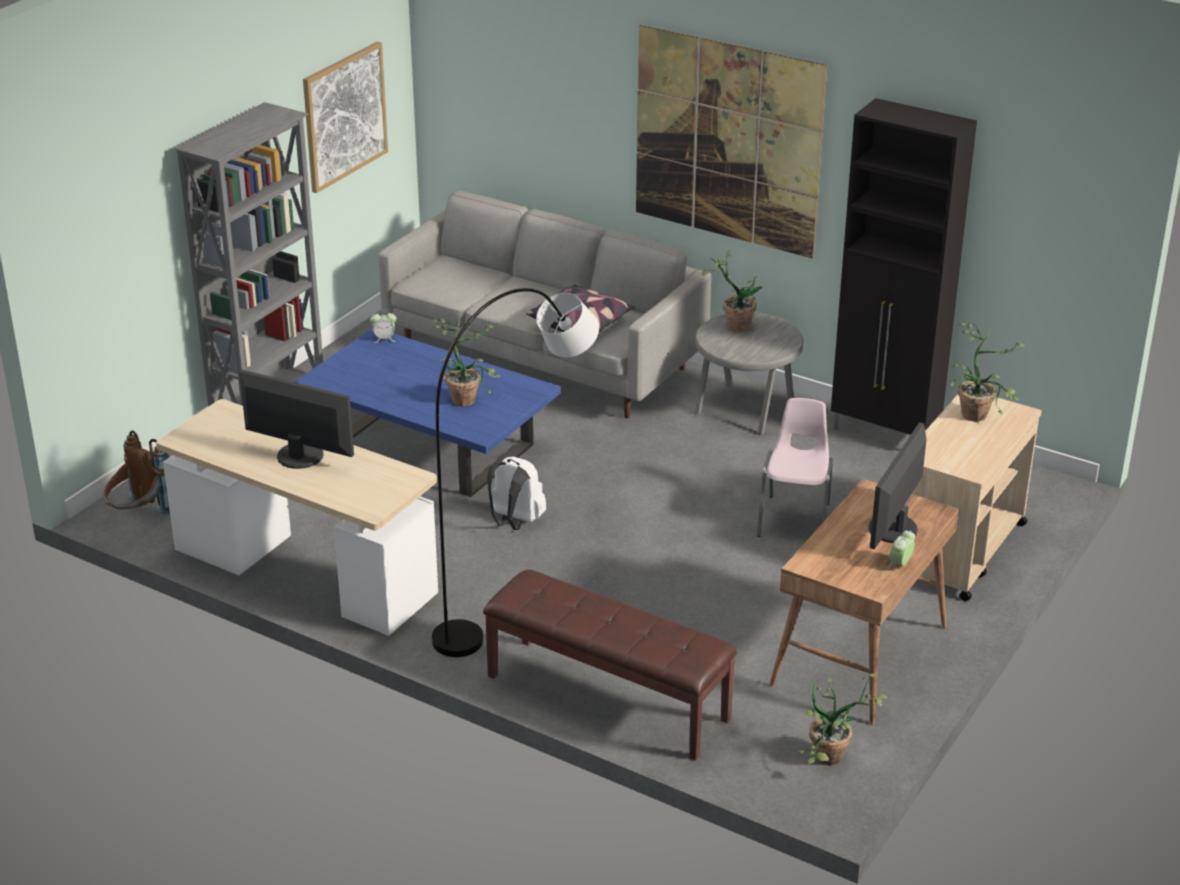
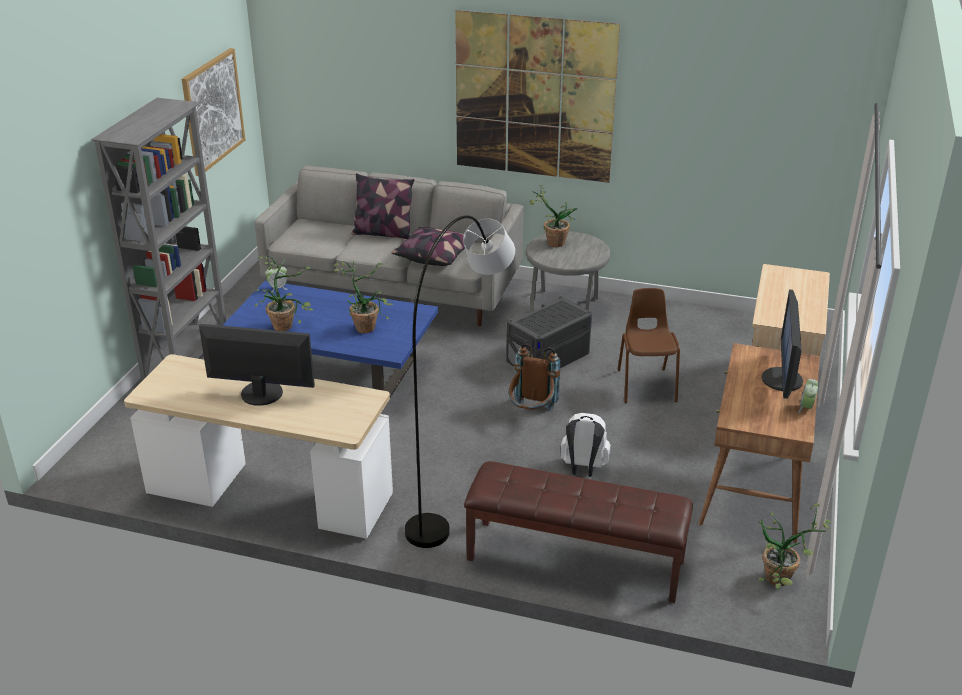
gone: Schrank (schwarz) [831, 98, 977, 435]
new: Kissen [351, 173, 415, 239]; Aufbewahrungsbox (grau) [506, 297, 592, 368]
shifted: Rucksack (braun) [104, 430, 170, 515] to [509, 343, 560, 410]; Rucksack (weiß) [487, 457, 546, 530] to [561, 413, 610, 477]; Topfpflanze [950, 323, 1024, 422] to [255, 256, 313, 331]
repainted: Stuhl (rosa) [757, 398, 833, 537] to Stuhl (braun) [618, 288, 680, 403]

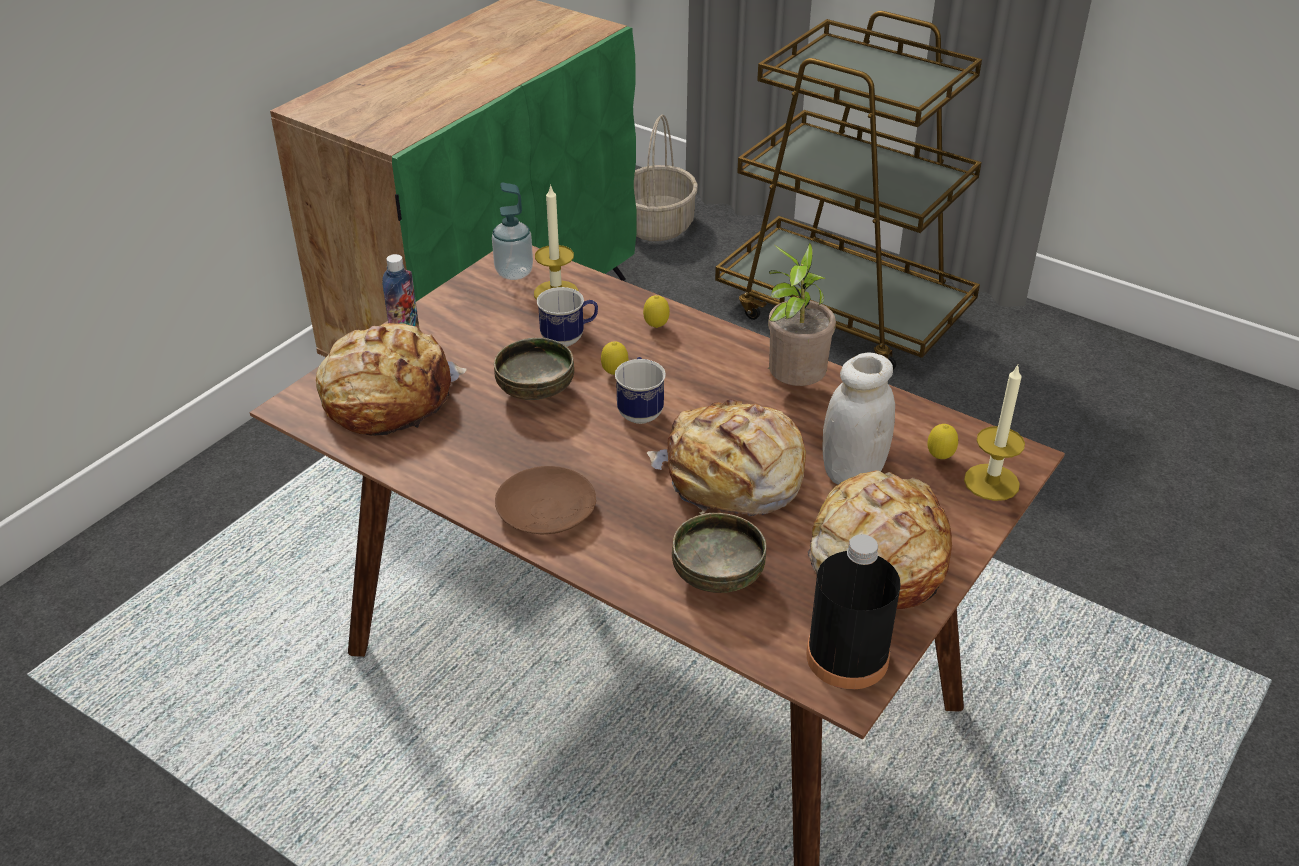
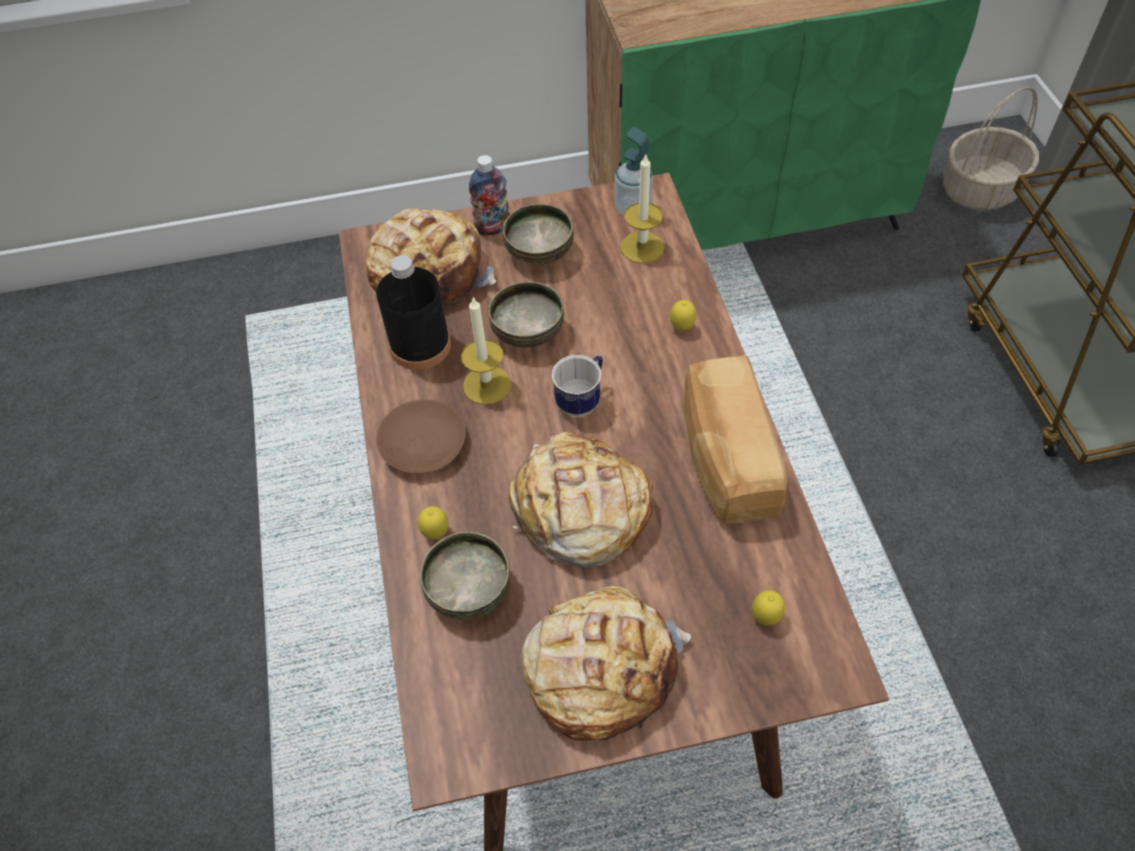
gone: Henkelbecher [537, 287, 598, 347]; Vorratsglas (weiß) [823, 352, 895, 485]
new: Schüssel [503, 204, 574, 265]
shifted: Zitrone [601, 341, 628, 375] to [418, 506, 448, 540]; Flasche (schwarz) [806, 534, 901, 690] to [376, 255, 451, 370]; Kerze [964, 365, 1025, 501] to [461, 296, 511, 405]
swapped: Topfpflanze [767, 242, 836, 386] to Brot [684, 355, 787, 523]

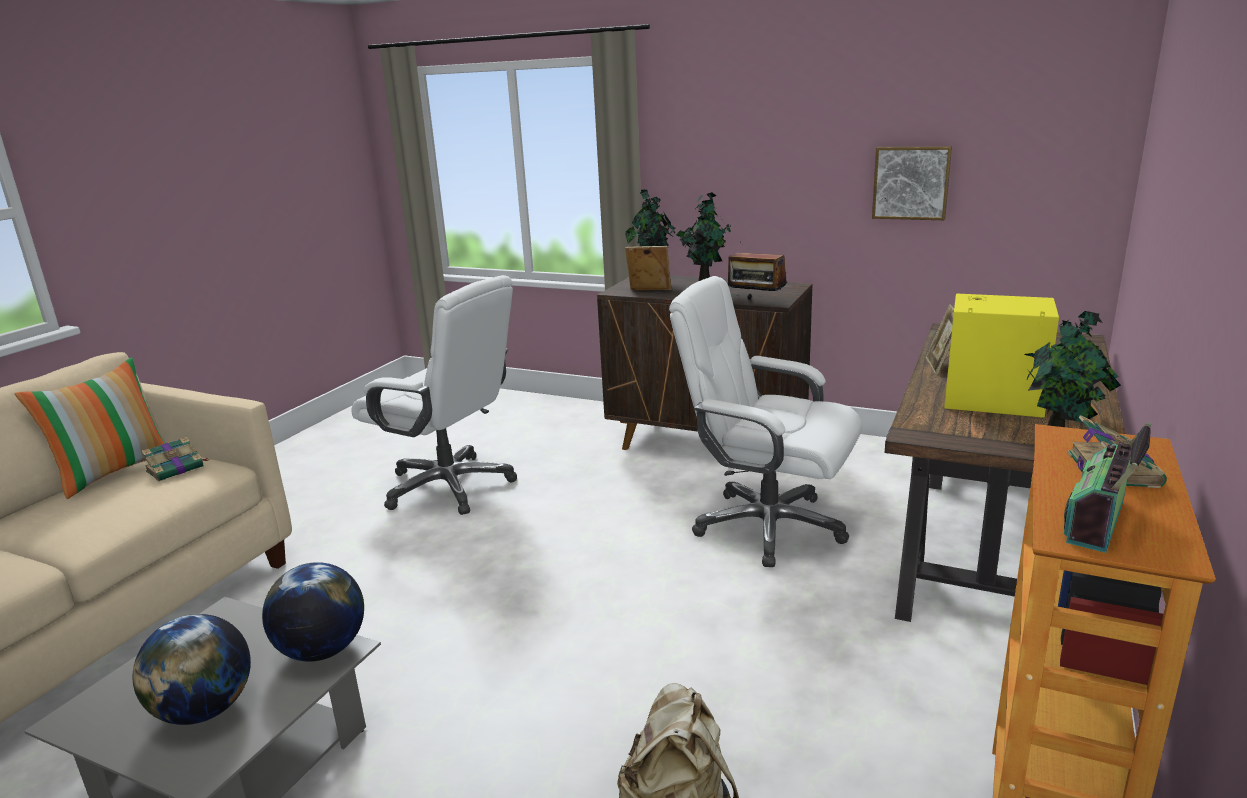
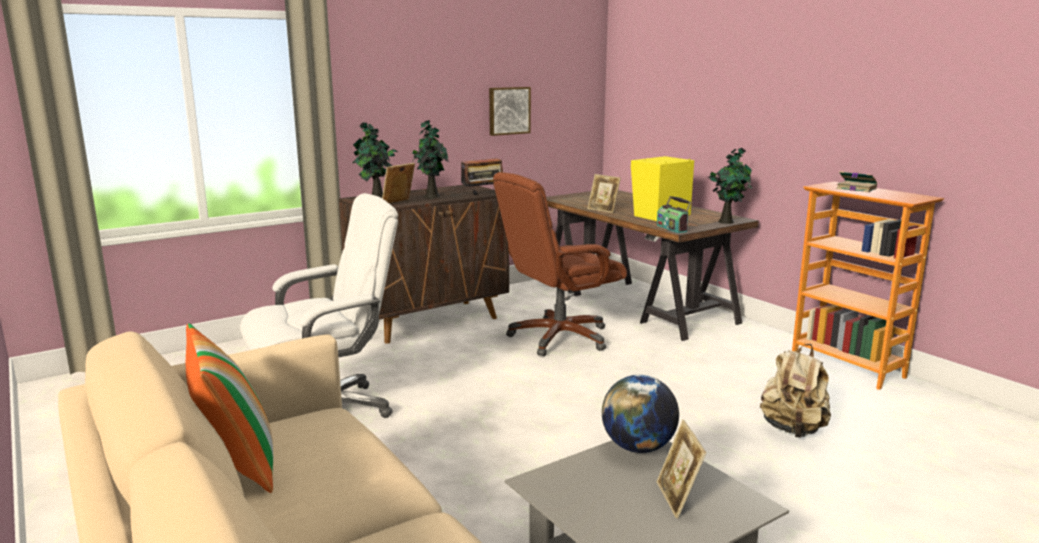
gone: Buch [141, 437, 210, 482]
shifted: Radio [1064, 423, 1151, 553] to [657, 196, 691, 233]
swapped: Globus [133, 614, 251, 725] to Bilderrahmen [657, 420, 706, 518]
repainted: Bürostuhl (weiß) [669, 276, 862, 567] to Bürostuhl (braun) [493, 172, 627, 356]

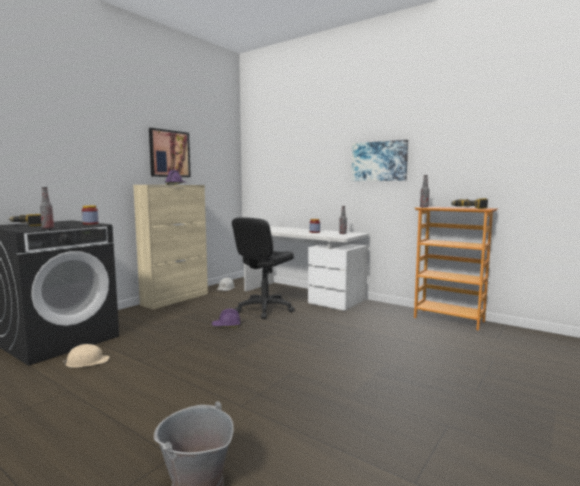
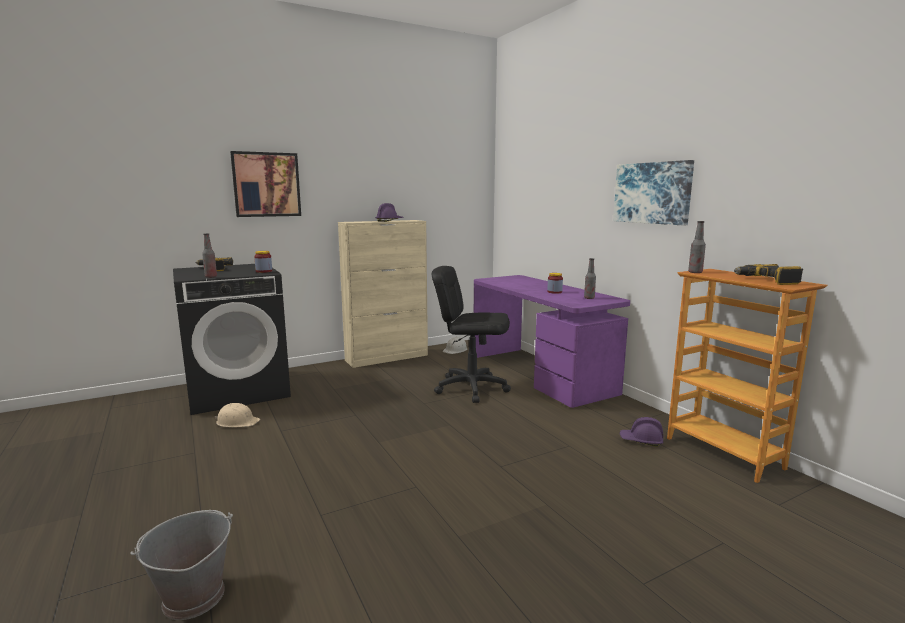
shifted: Bild [149, 128, 191, 177] to [230, 151, 301, 217]; Schutzhelm (lila) [212, 309, 240, 327] to [620, 417, 663, 447]
repainted: Schreibtisch (weiß) [244, 226, 368, 310] to Schreibtisch (lila) [474, 275, 630, 408]
rotated: Bürostuhl (schwarz) [232, 217, 295, 319] = [432, 266, 511, 403] 45 degrees clockwise

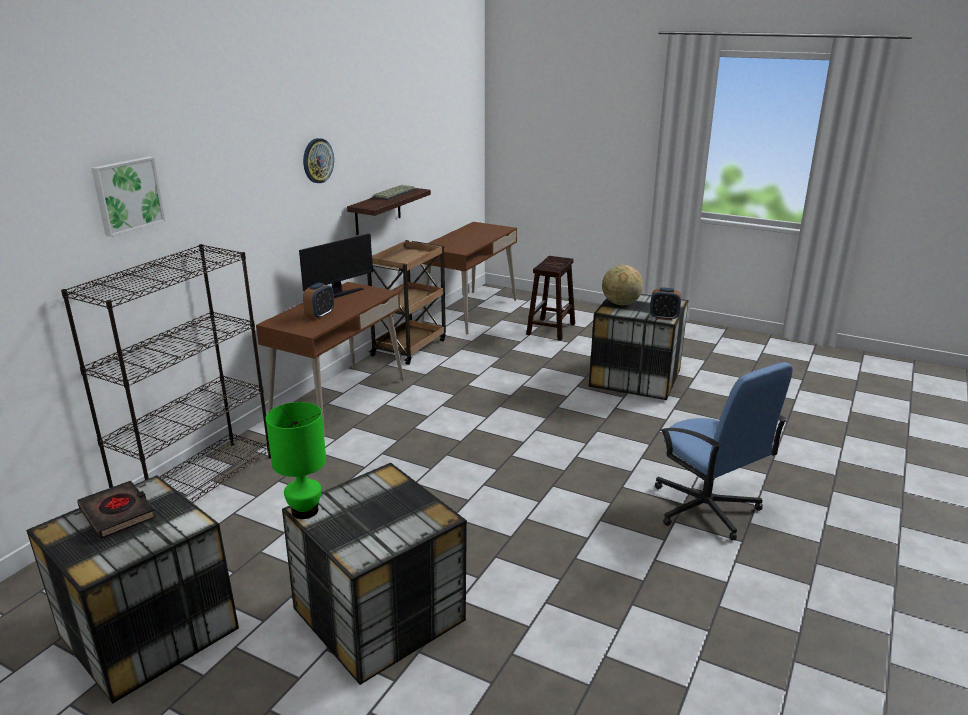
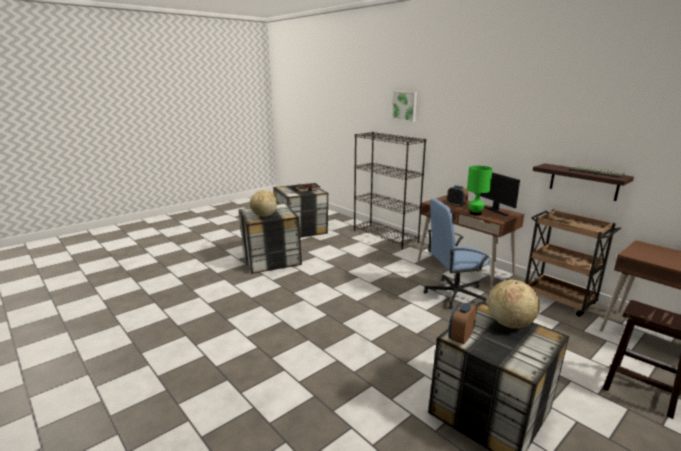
gone: Wanduhr [303, 138, 334, 183]
new: Globus [250, 190, 277, 217]
shifted: Tischlampe (grün) [266, 402, 326, 519] to [467, 166, 493, 216]; Bürostuhl (blau) [655, 362, 793, 540] to [424, 198, 489, 309]

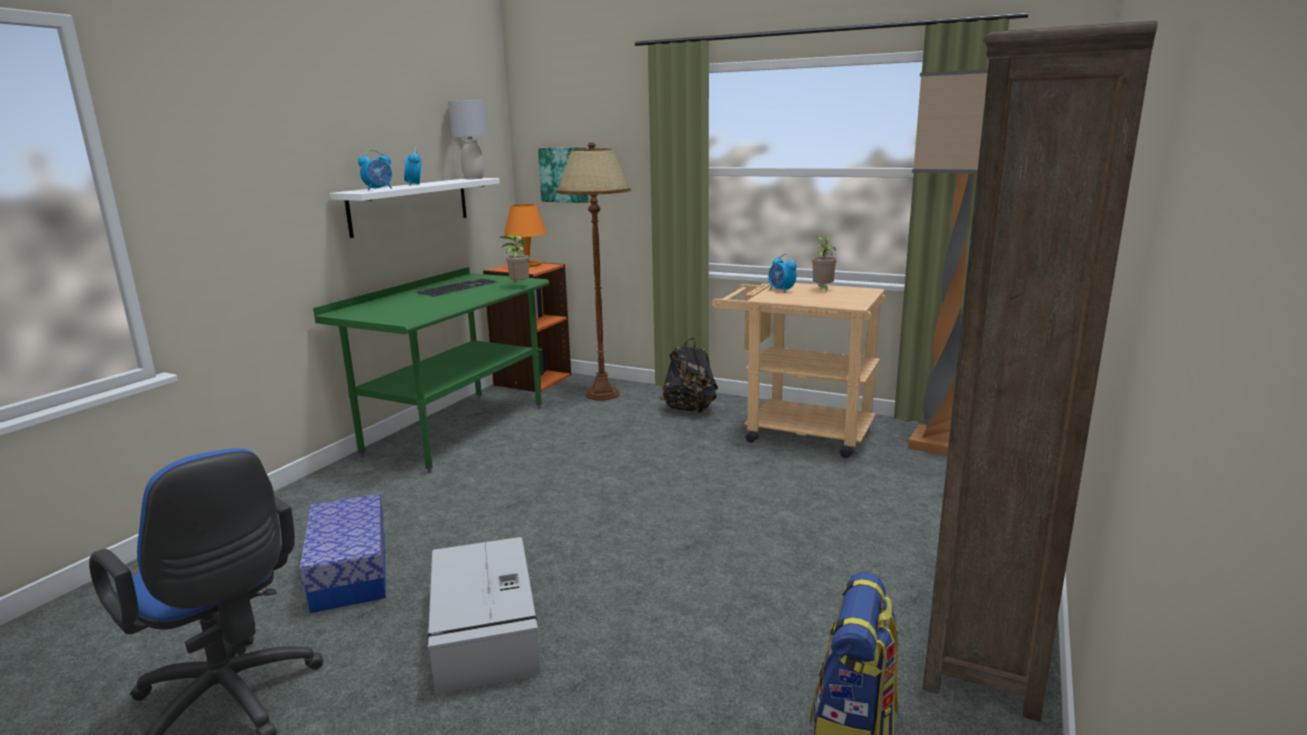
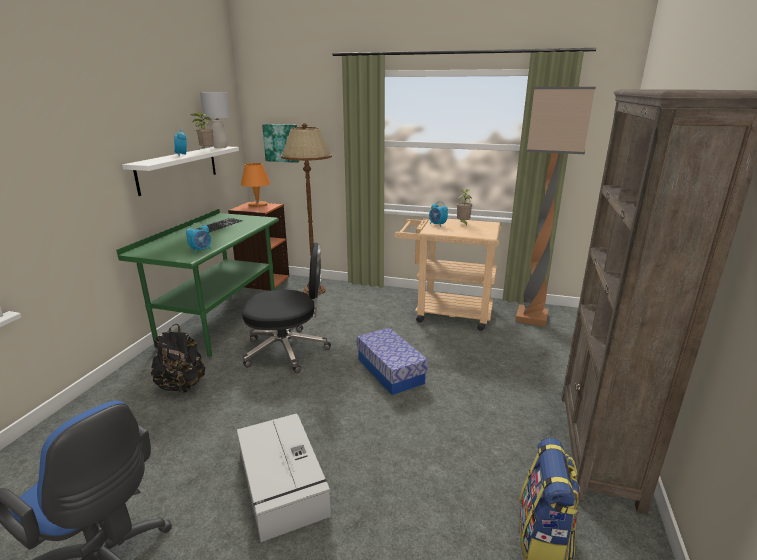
new: Bürostuhl (schwarz) [242, 243, 331, 373]
shifted: Aufbewahrungsbox [299, 493, 386, 613] to [357, 328, 428, 395]; Wecker [358, 150, 392, 190] to [186, 223, 211, 253]; Topfpflanze [499, 234, 529, 286] to [190, 113, 214, 150]; Rucksack (schwarz) [660, 338, 718, 413] to [151, 324, 205, 393]

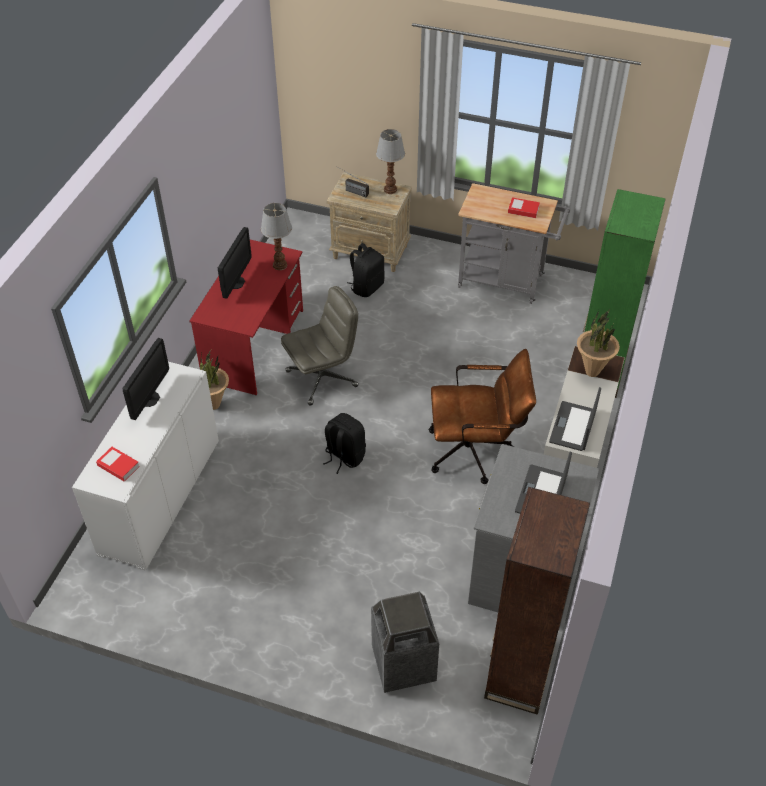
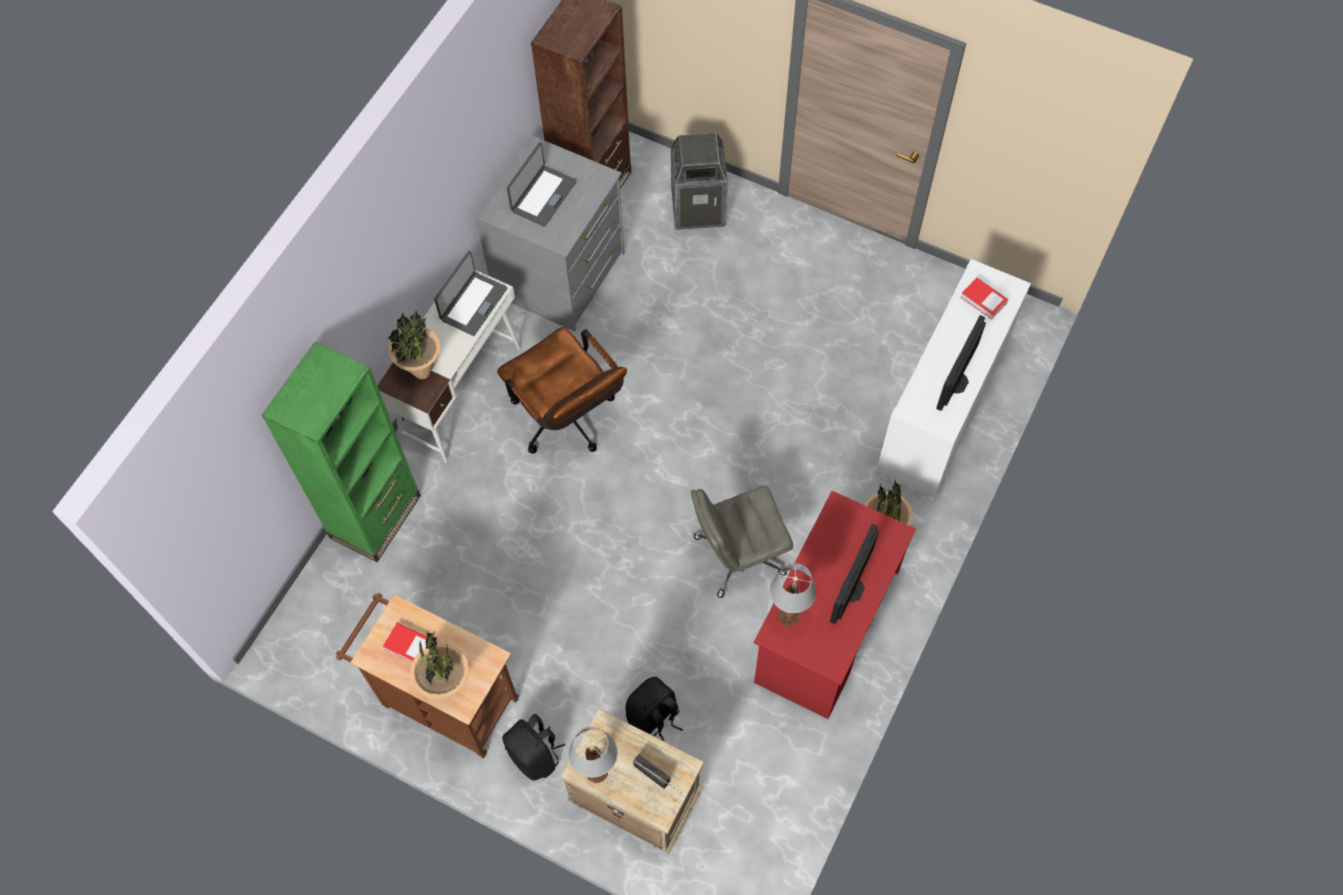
new: Topfpflanze [410, 631, 469, 699]
shifted: Rucksack (schwarz) [323, 413, 366, 474] to [502, 714, 565, 781]
repainted: Rollwagen (grau) [458, 183, 570, 304] to Rollwagen (braun) [336, 593, 519, 758]
rotated: Bürostuhl (braun) [428, 349, 536, 484] = [497, 327, 627, 454] 135 degrees counterclockwise

